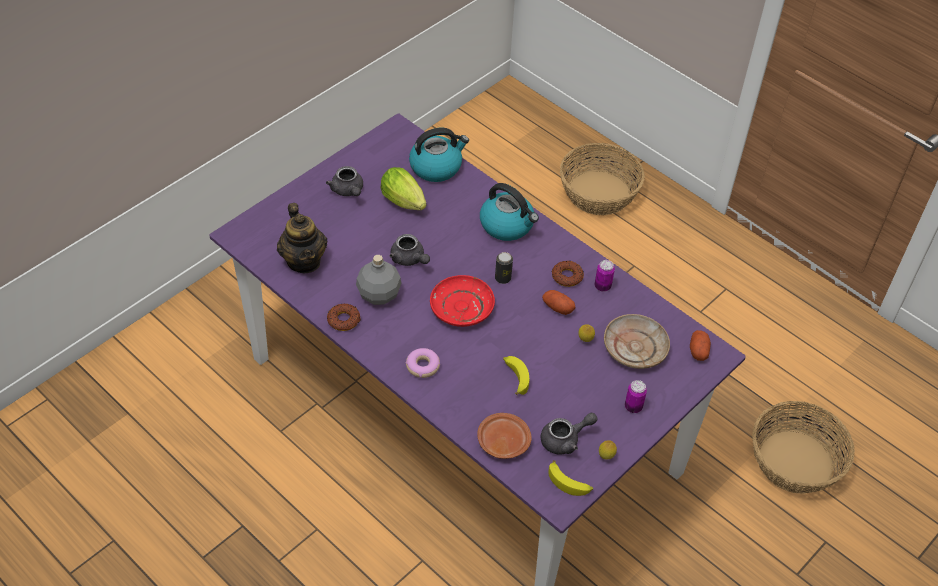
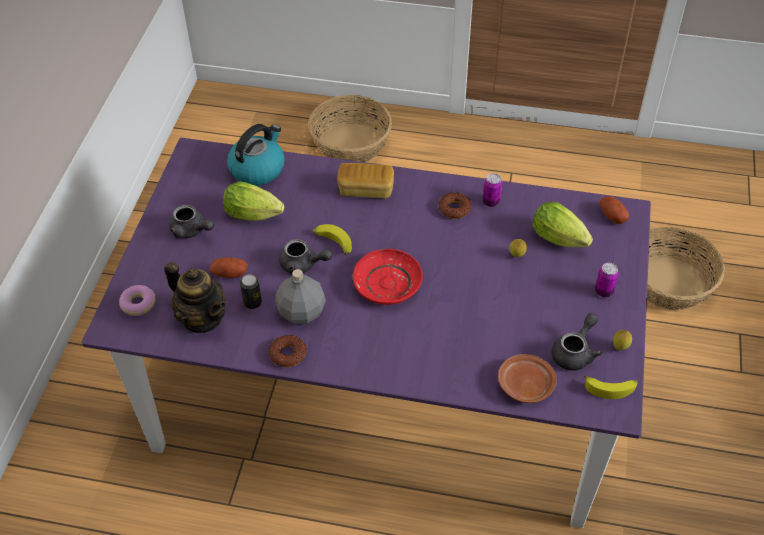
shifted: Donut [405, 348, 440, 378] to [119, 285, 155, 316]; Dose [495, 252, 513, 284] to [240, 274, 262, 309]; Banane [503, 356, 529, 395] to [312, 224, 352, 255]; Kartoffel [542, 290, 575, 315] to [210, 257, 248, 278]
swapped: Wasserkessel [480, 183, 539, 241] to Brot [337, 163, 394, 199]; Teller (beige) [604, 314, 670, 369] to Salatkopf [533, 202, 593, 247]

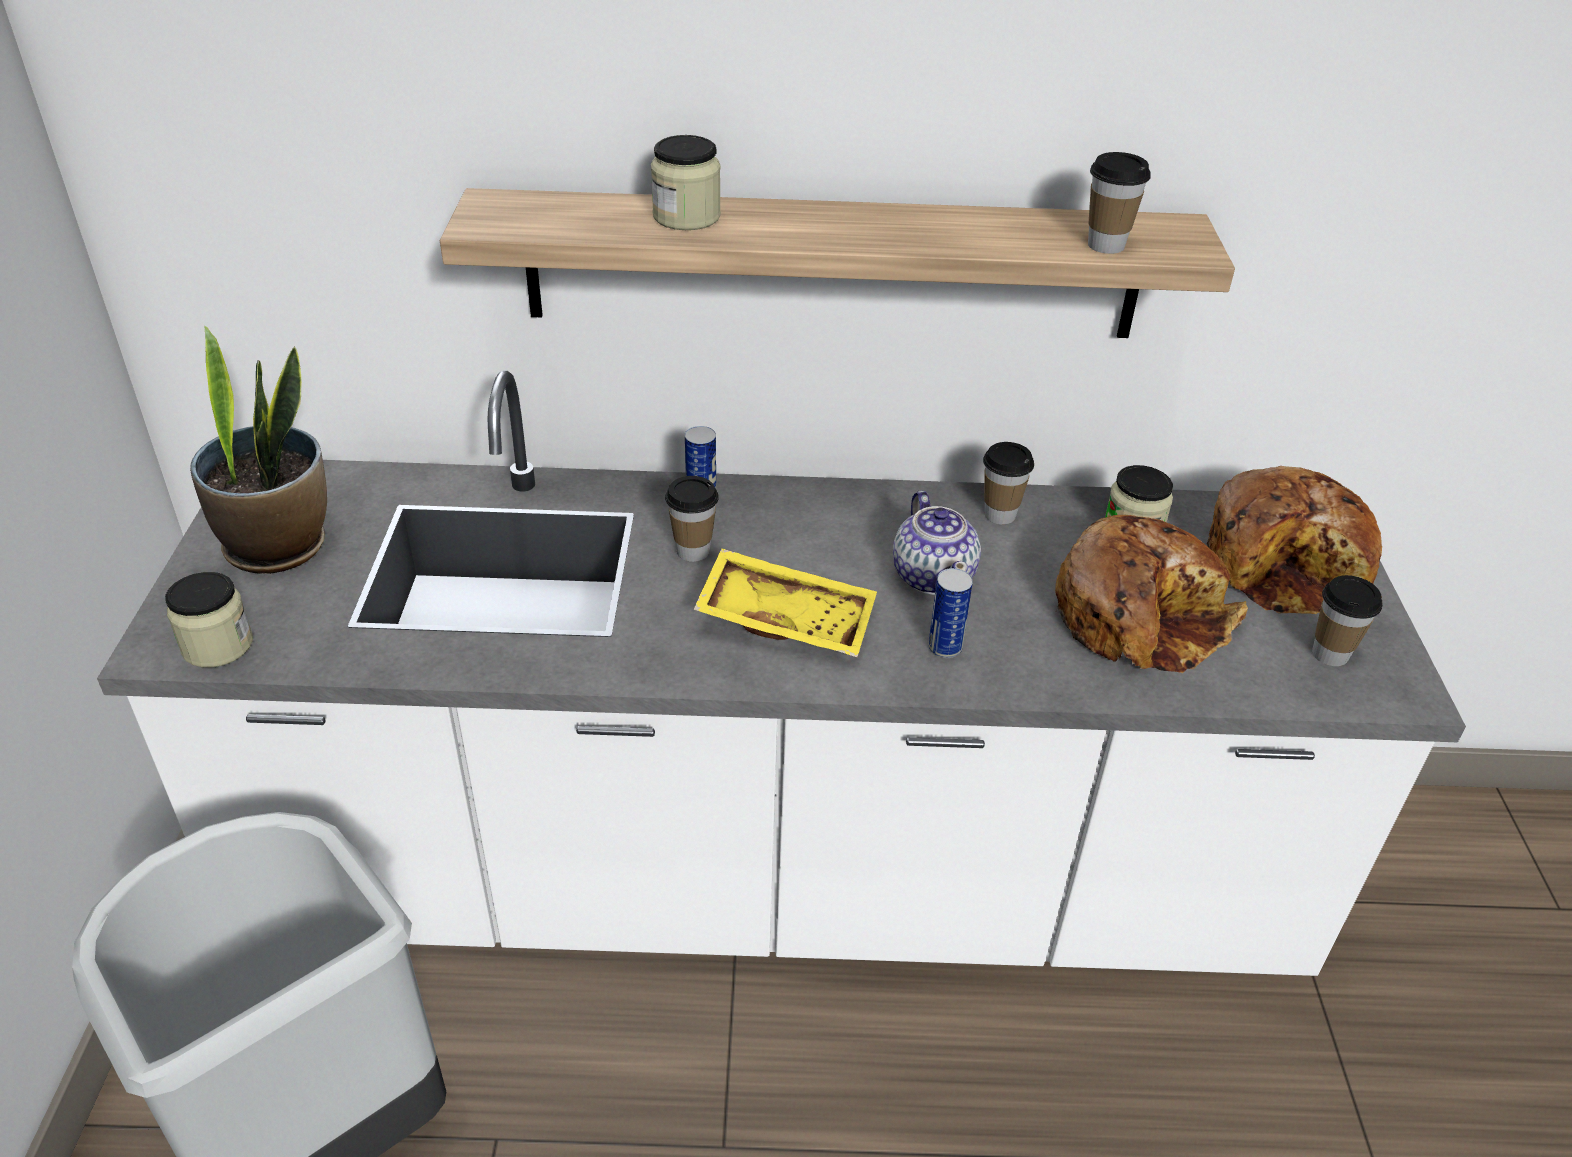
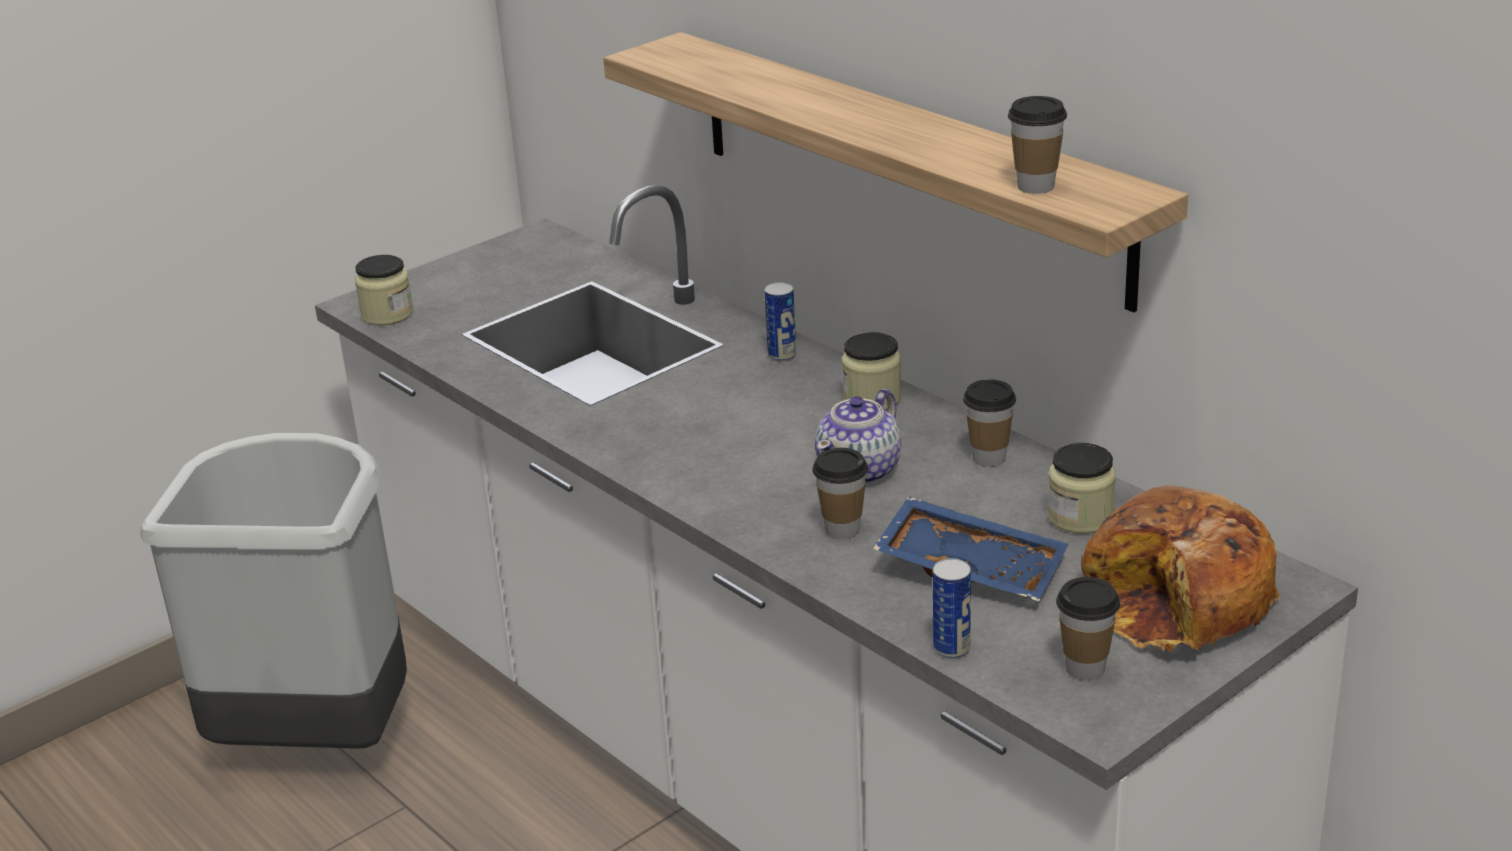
gone: Topfpflanze [190, 326, 327, 574]; Tablett (gelb) [693, 548, 877, 657]
shifted: Vorratsglas [651, 135, 721, 230] to [842, 332, 901, 410]; Tasse [665, 476, 719, 562] to [812, 448, 868, 539]; Dose [928, 568, 973, 658] to [933, 558, 971, 659]
swapped: Brot [1055, 515, 1248, 673] to Tablett (blau) [873, 496, 1068, 601]

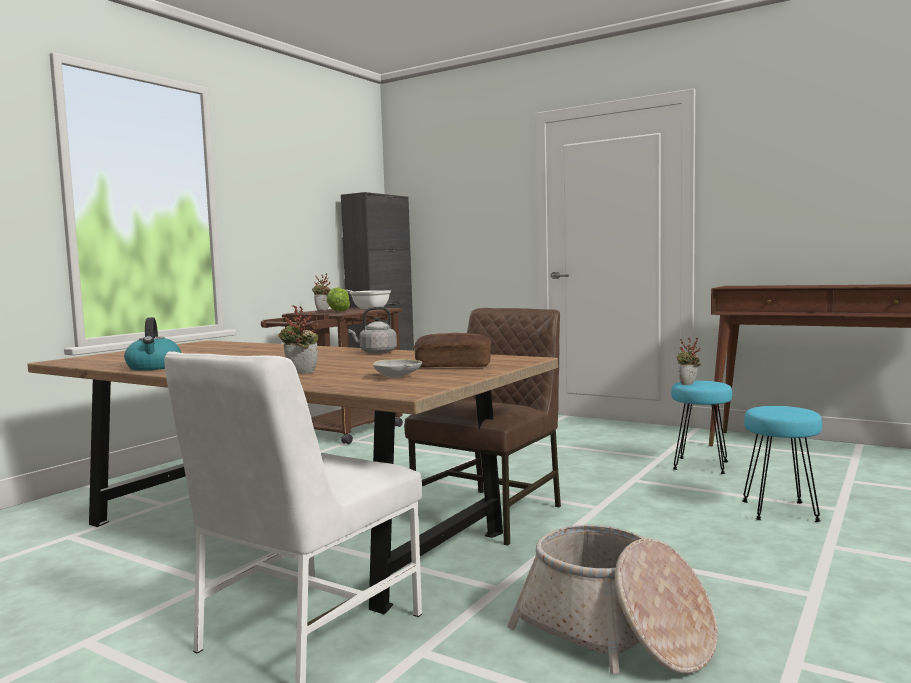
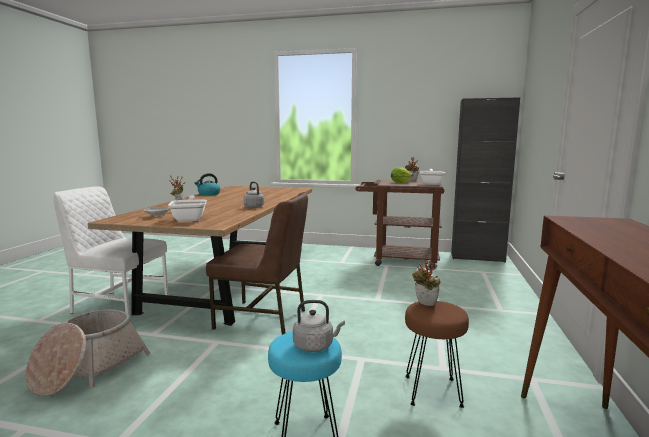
new: Wasserkessel (grau) [293, 300, 345, 352]
swapped: Brot [414, 333, 491, 368] to Pfanne [168, 196, 207, 222]
repainted: Hocker (türkis) [671, 381, 732, 474] to Hocker (braun) [405, 301, 469, 408]

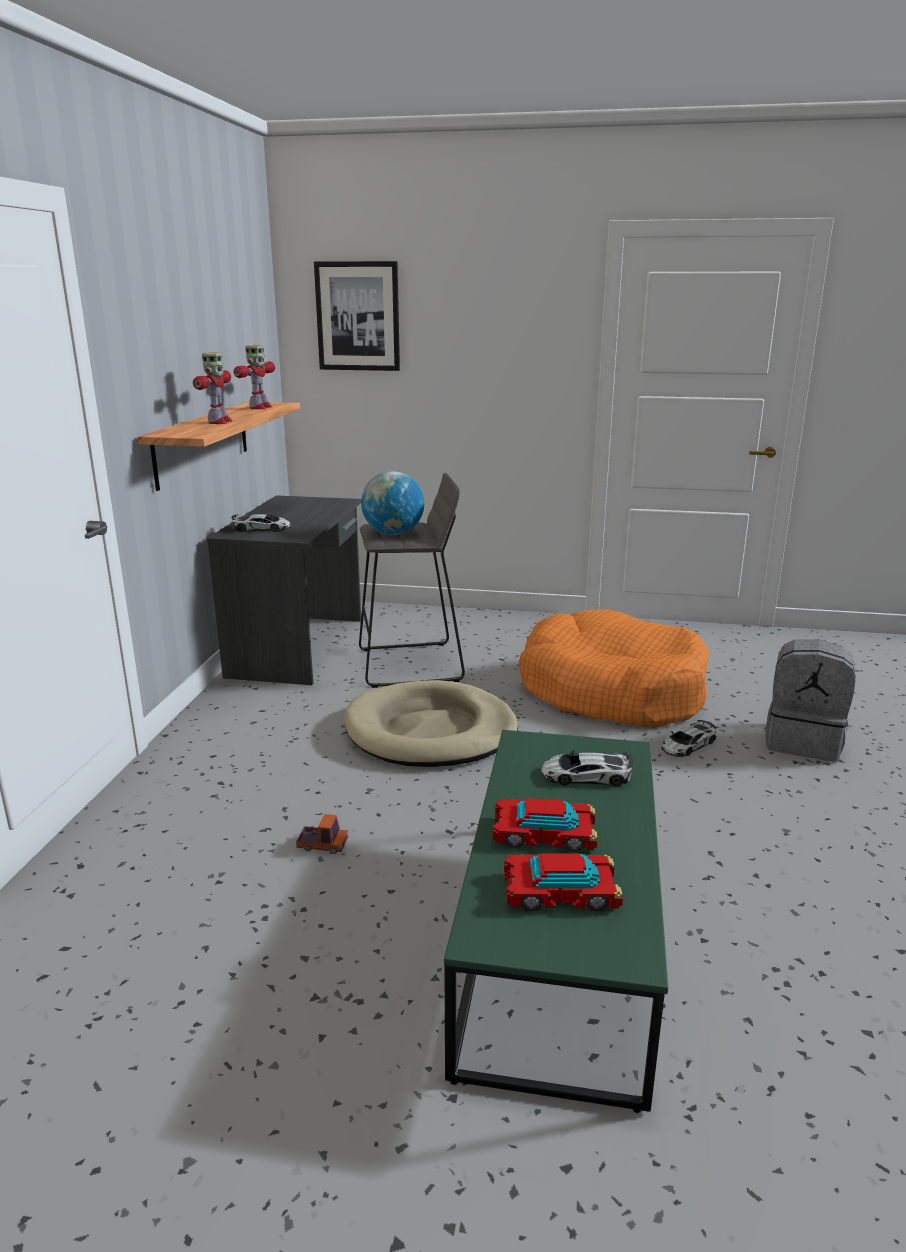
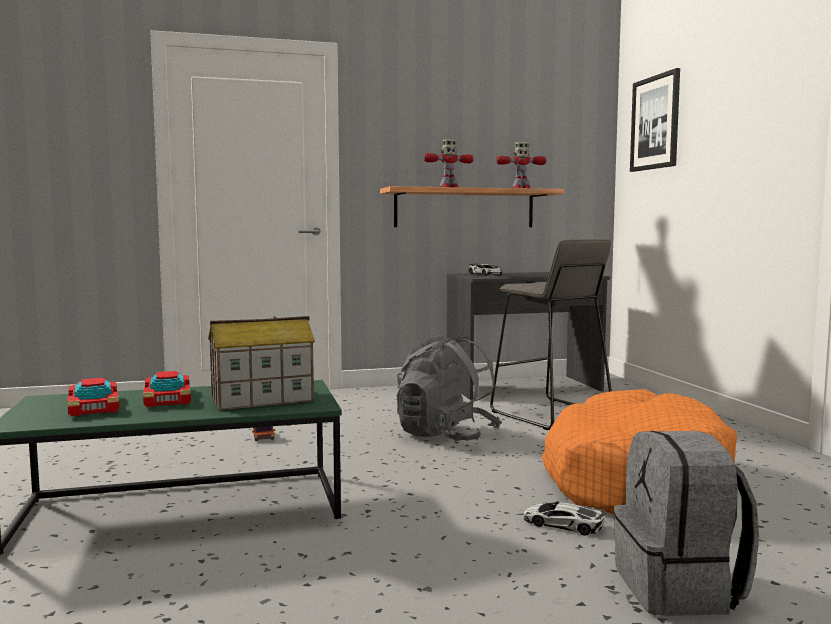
gone: Globus [361, 471, 424, 535]
swapped: Hundebett (beige) [344, 680, 518, 767] to Rucksack (grau) [397, 334, 502, 441]; Spielzeugauto [541, 750, 633, 787] to Spielzeughaus [208, 316, 315, 410]

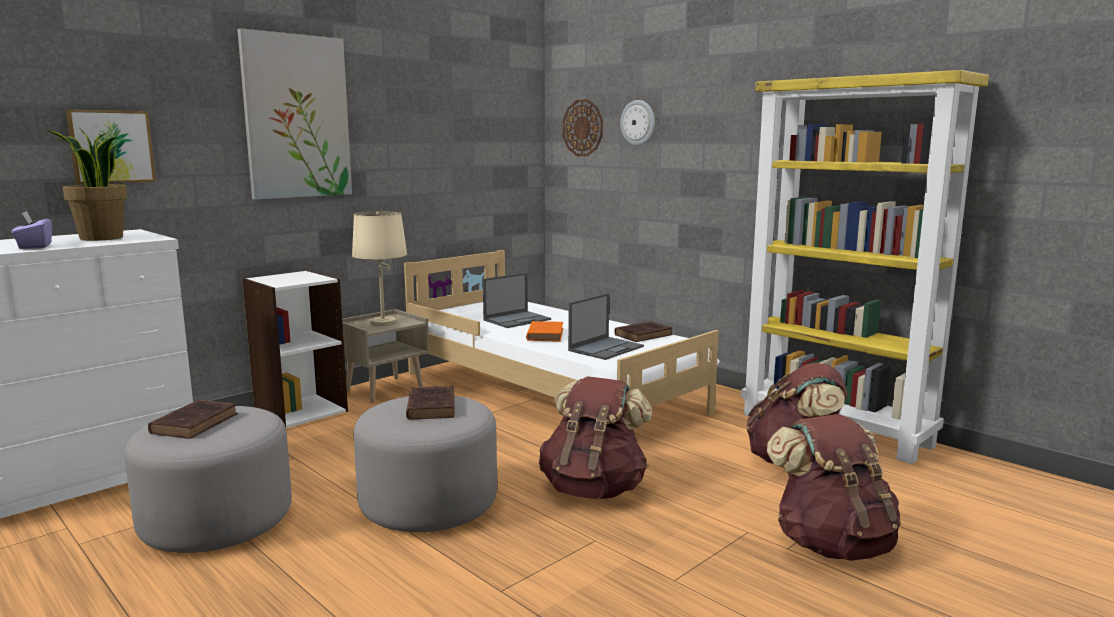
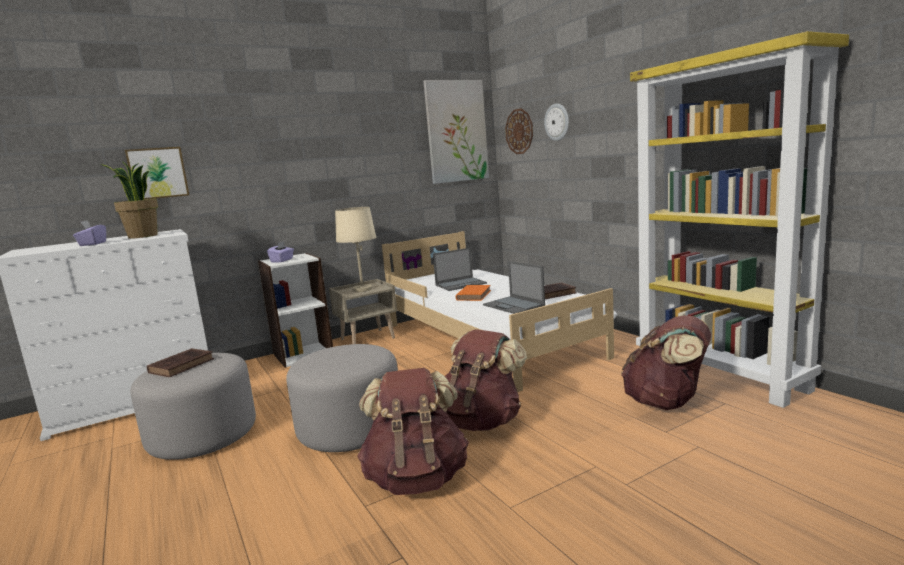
gone: Buch (braun) [406, 386, 454, 420]
new: Taschentuchbox (lila) [267, 241, 294, 263]
shifted: Bild [237, 28, 352, 200] to [423, 80, 489, 184]; Rucksack (braun) [767, 414, 901, 561] to [357, 368, 469, 495]
rotated: Laptop [568, 293, 644, 360] = [483, 261, 545, 314] 90 degrees clockwise

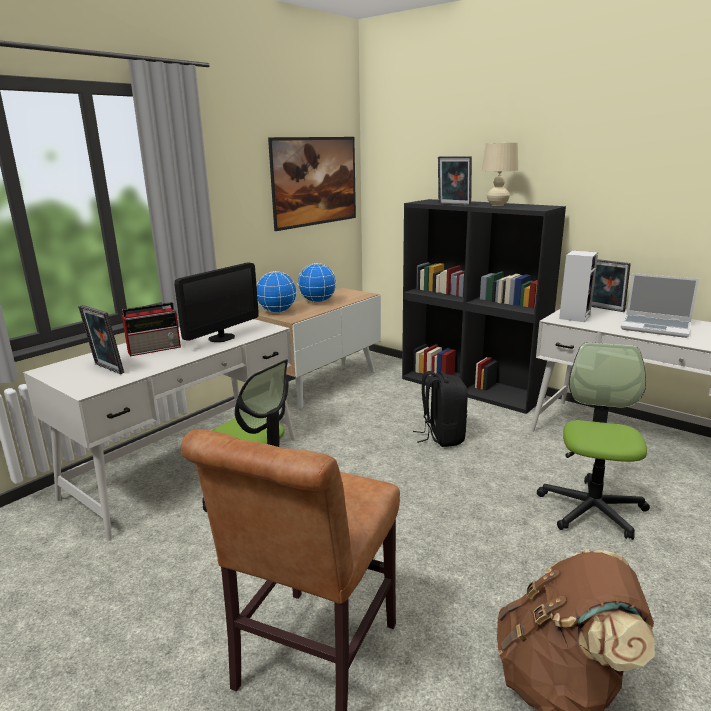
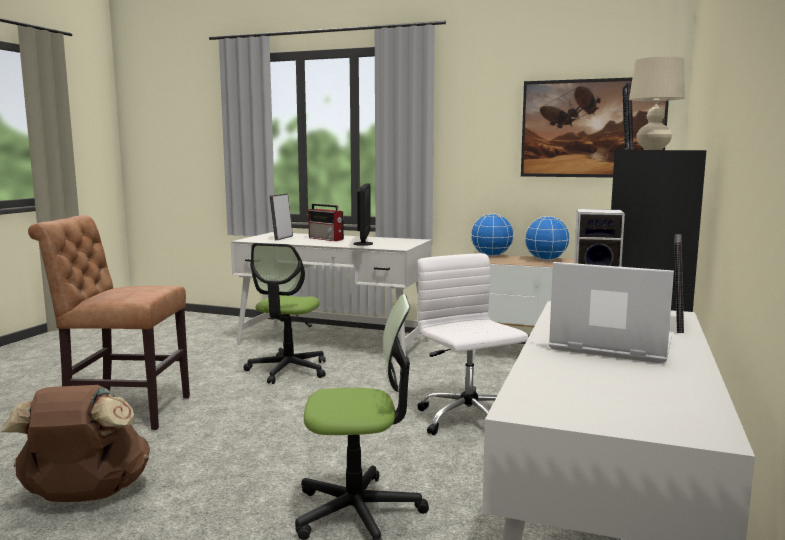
swapped: Rucksack (schwarz) [413, 371, 468, 447] to Bürostuhl (weiß) [417, 253, 528, 435]
rotated: Monitor [174, 262, 259, 342] = [353, 184, 373, 246] 105 degrees counterclockwise; Laptop [621, 273, 699, 338] = [549, 262, 674, 364] 105 degrees clockwise

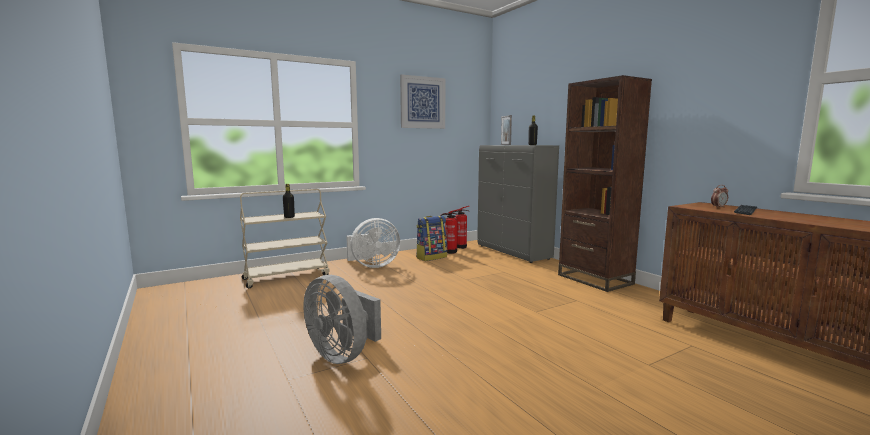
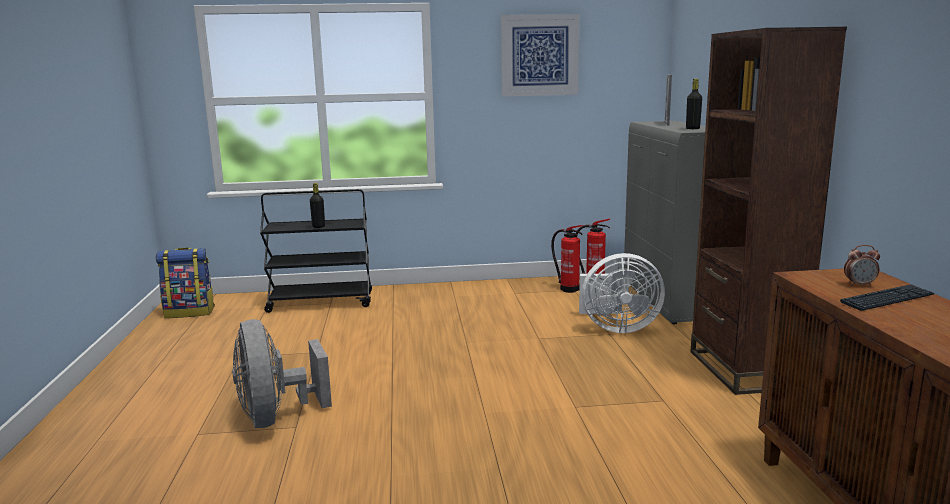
shifted: Ventilator (weiß) [346, 218, 400, 268] to [579, 253, 665, 333]; Rucksack [416, 216, 447, 261] to [156, 248, 215, 318]
repainted: Rollwagen (beige) [240, 189, 330, 288] to Rollwagen (schwarz) [260, 189, 372, 313]

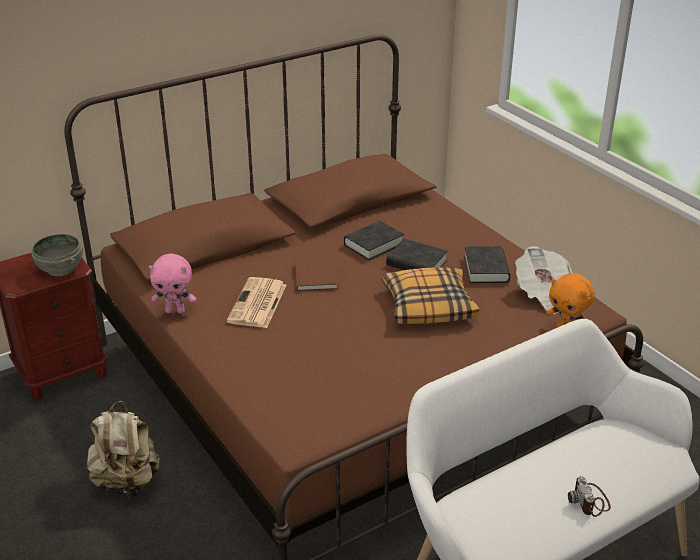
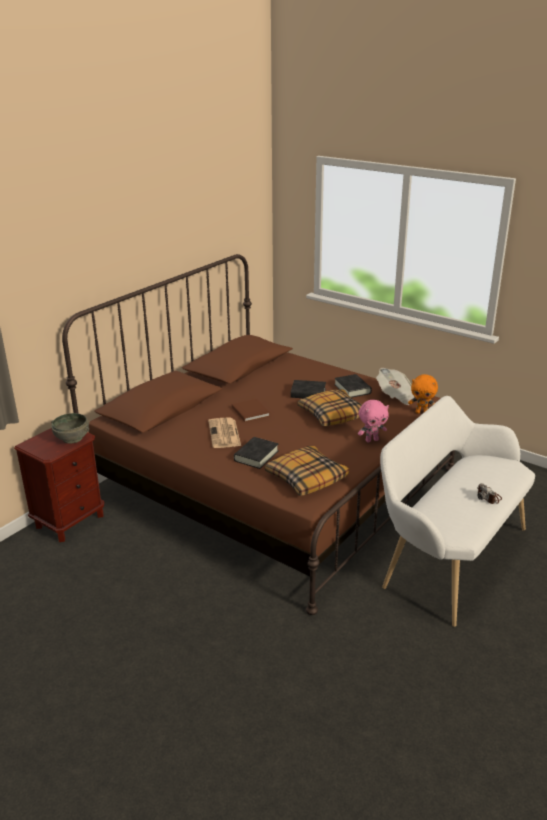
gone: Rucksack (beige) [86, 401, 160, 498]
new: Kissen [265, 445, 349, 496]
shifted: Plüschtier (rosa) [149, 253, 196, 314] to [358, 400, 389, 442]; Buch (schwarz) [344, 221, 404, 260] to [234, 437, 279, 469]

